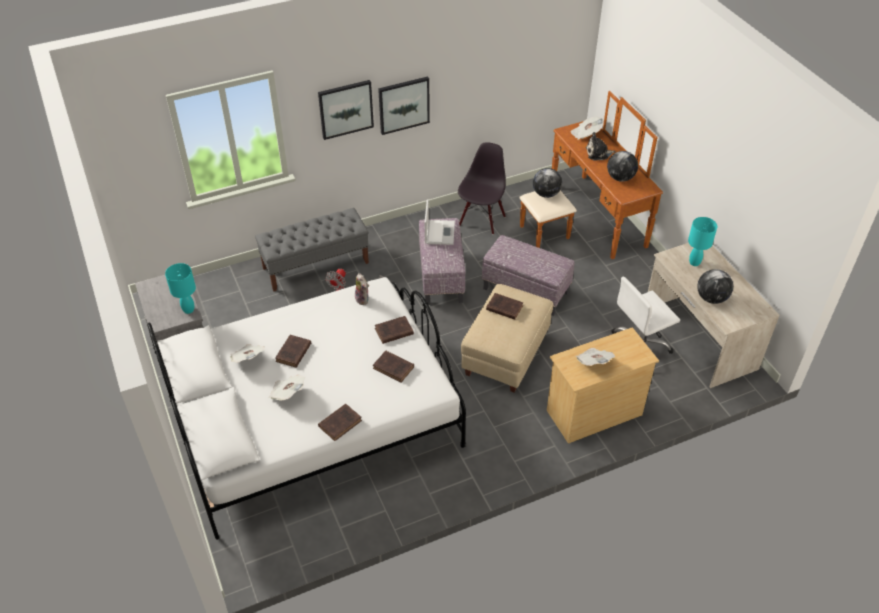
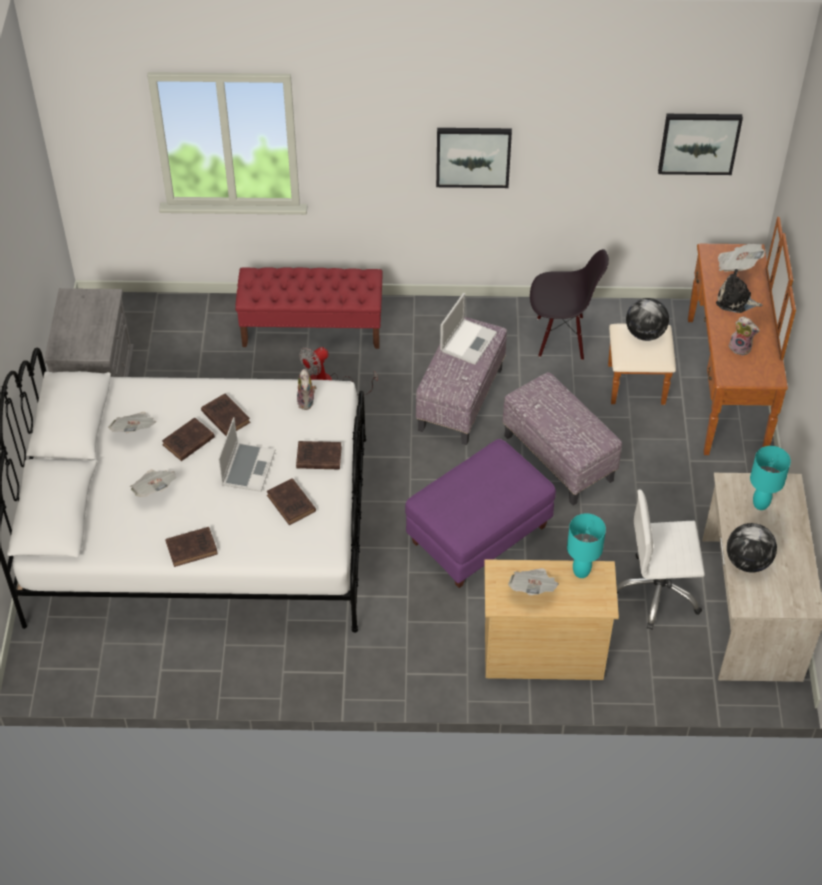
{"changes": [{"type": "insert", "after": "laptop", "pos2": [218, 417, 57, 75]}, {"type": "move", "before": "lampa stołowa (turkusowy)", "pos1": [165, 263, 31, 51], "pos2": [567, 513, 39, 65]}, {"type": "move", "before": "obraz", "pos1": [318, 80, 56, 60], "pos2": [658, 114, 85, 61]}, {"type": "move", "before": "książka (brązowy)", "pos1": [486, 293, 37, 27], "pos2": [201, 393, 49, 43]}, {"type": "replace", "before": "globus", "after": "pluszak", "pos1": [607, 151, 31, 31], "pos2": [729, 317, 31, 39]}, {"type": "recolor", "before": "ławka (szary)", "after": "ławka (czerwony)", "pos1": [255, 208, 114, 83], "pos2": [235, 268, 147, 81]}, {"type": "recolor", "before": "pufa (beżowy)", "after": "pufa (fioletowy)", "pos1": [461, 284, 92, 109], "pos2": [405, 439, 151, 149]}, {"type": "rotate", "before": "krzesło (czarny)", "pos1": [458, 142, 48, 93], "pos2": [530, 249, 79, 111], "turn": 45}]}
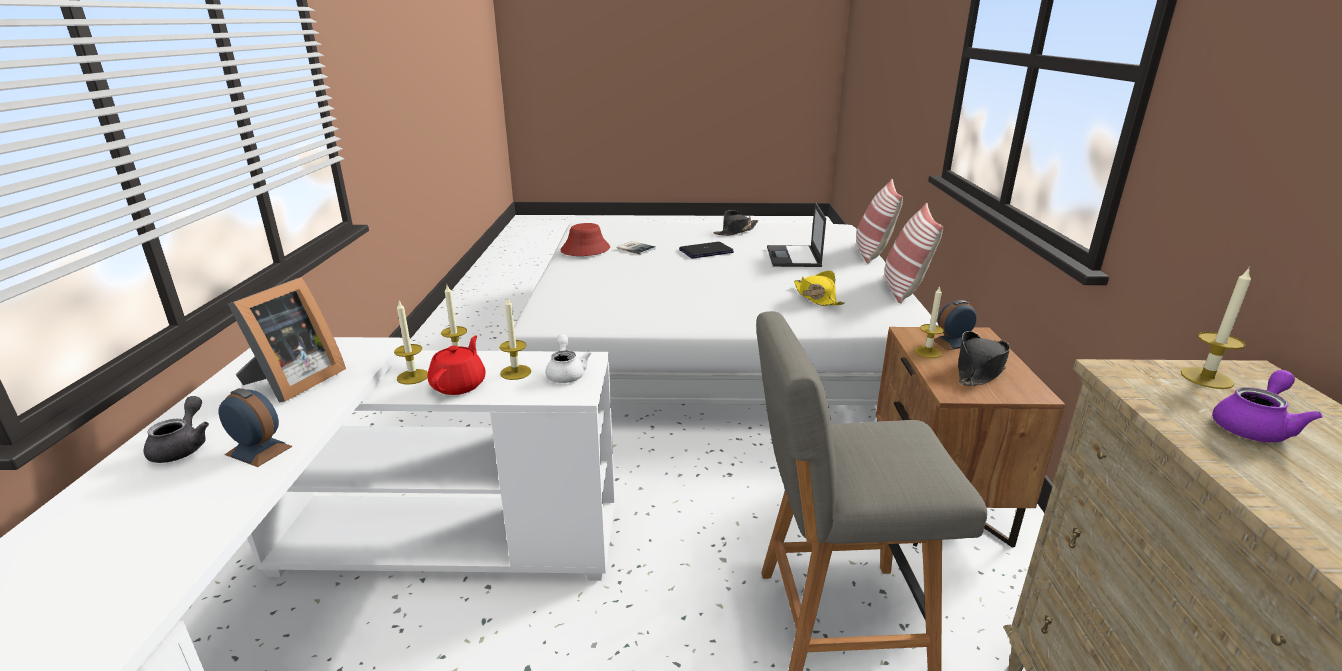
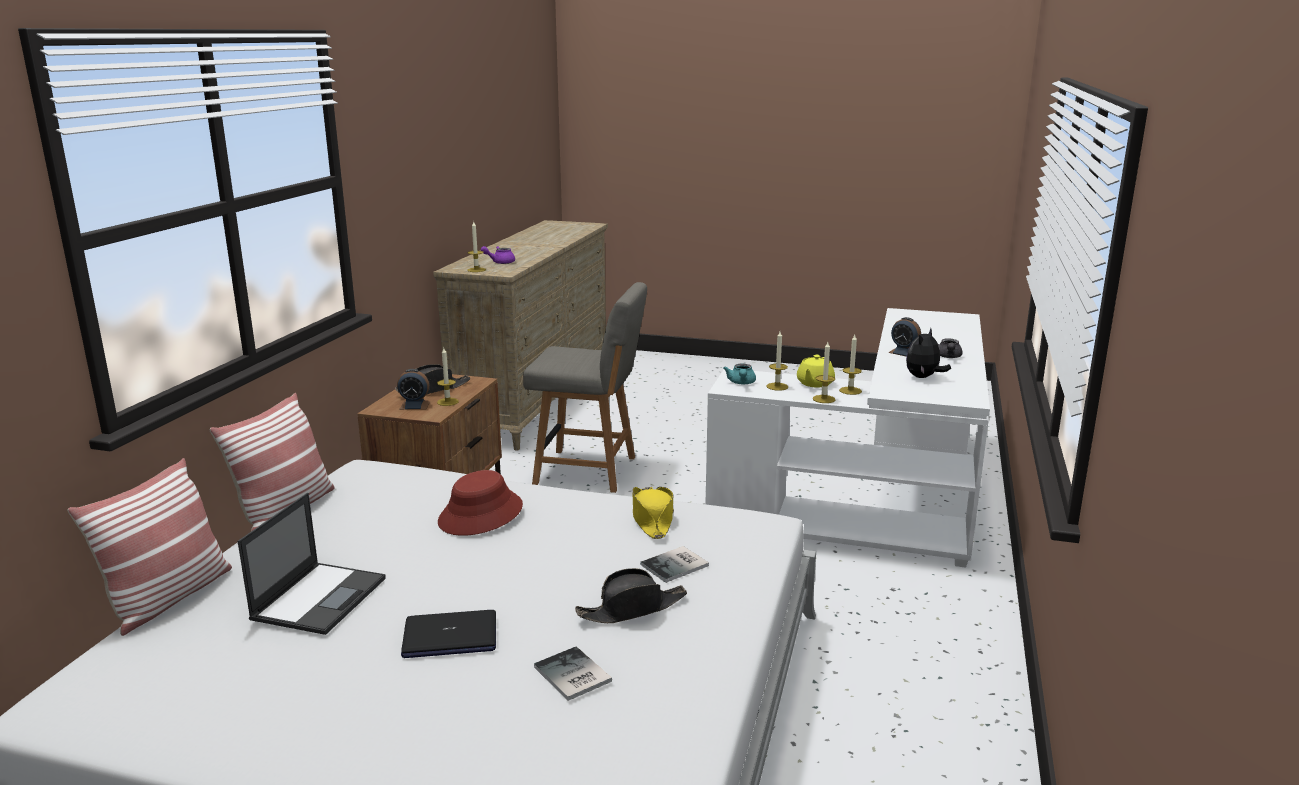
{"changes": [{"type": "insert", "after": "książka", "pos2": [640, 546, 69, 37]}, {"type": "move", "before": "kapelusz (czerwony)", "pos1": [561, 223, 49, 33], "pos2": [438, 470, 85, 66]}, {"type": "move", "before": "kapelusz (czarny)", "pos1": [714, 210, 45, 26], "pos2": [575, 568, 112, 55]}, {"type": "move", "before": "kapelusz (żółty)", "pos1": [794, 271, 51, 35], "pos2": [632, 487, 42, 52]}, {"type": "replace", "before": "ramka na zdjęcie", "after": "pluszak", "pos1": [228, 277, 118, 125], "pos2": [906, 328, 45, 50]}, {"type": "recolor", "before": "imbryk (czerwony)", "after": "imbryk (żółty)", "pos1": [427, 336, 59, 59], "pos2": [797, 355, 38, 32]}, {"type": "recolor", "before": "imbryk (biały)", "after": "imbryk (turkusowy)", "pos1": [545, 334, 47, 49], "pos2": [723, 364, 33, 20]}]}
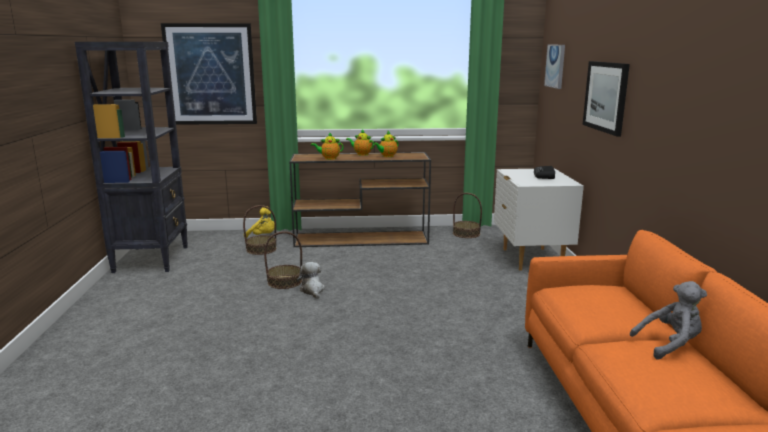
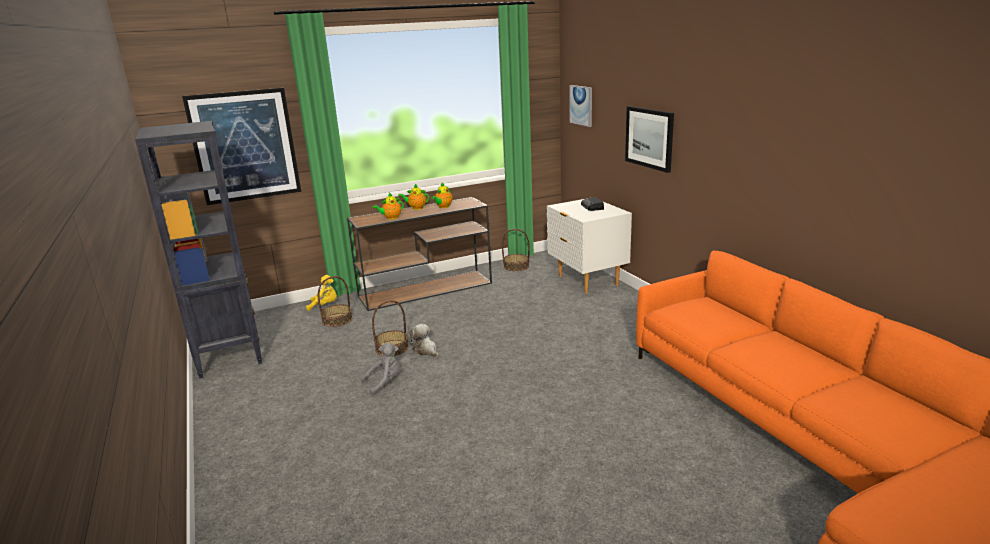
{"changes": [{"type": "move", "before": "pluszak (szary)", "pos1": [630, 281, 77, 79], "pos2": [361, 343, 40, 52]}]}
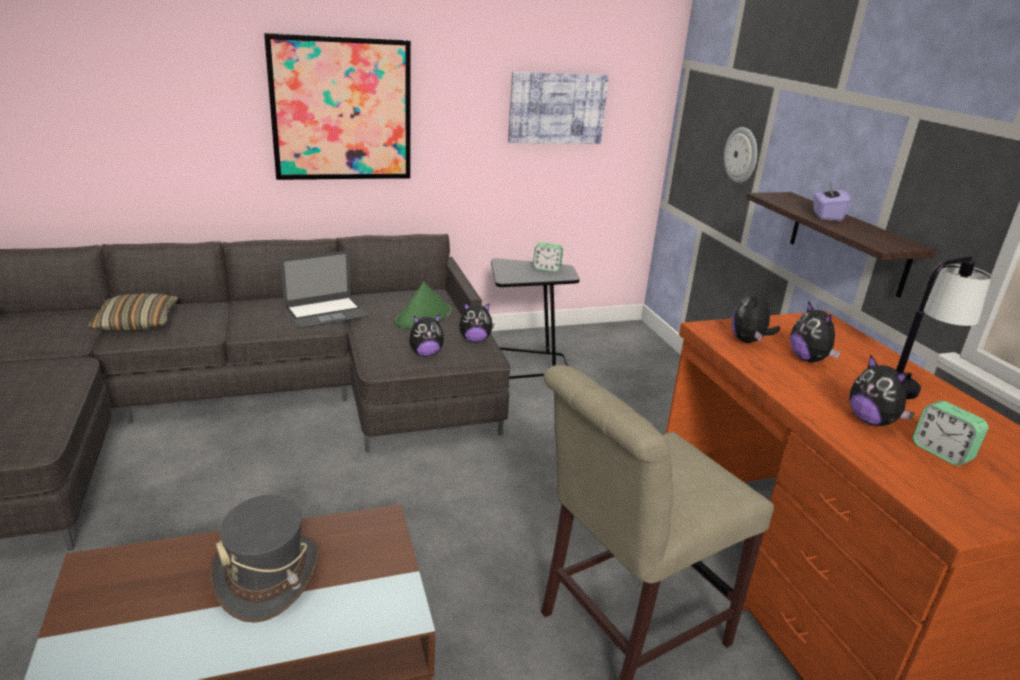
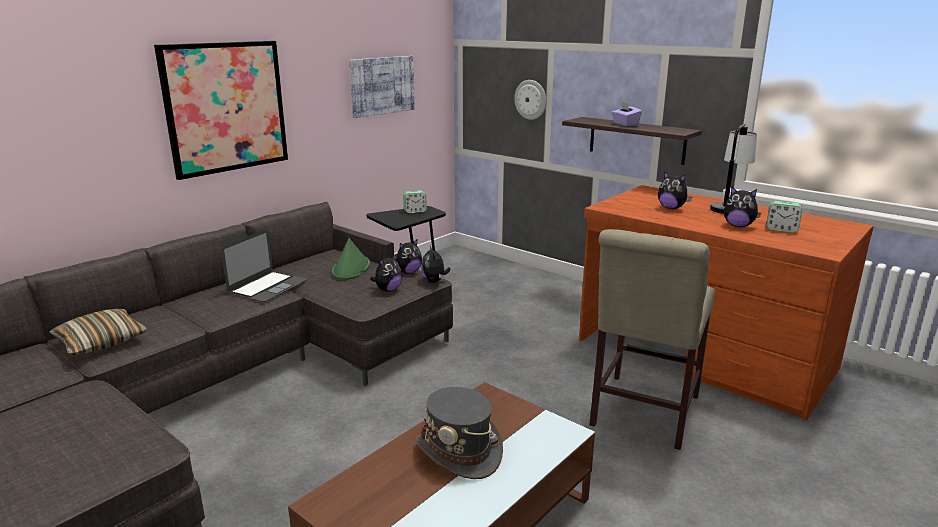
{"changes": [{"type": "move", "before": "pluszak", "pos1": [731, 285, 49, 58], "pos2": [421, 246, 29, 37]}]}
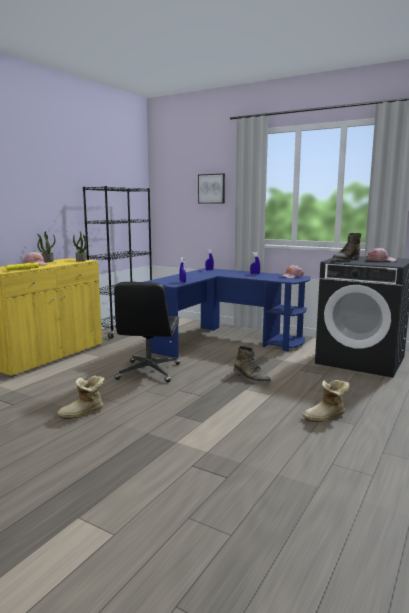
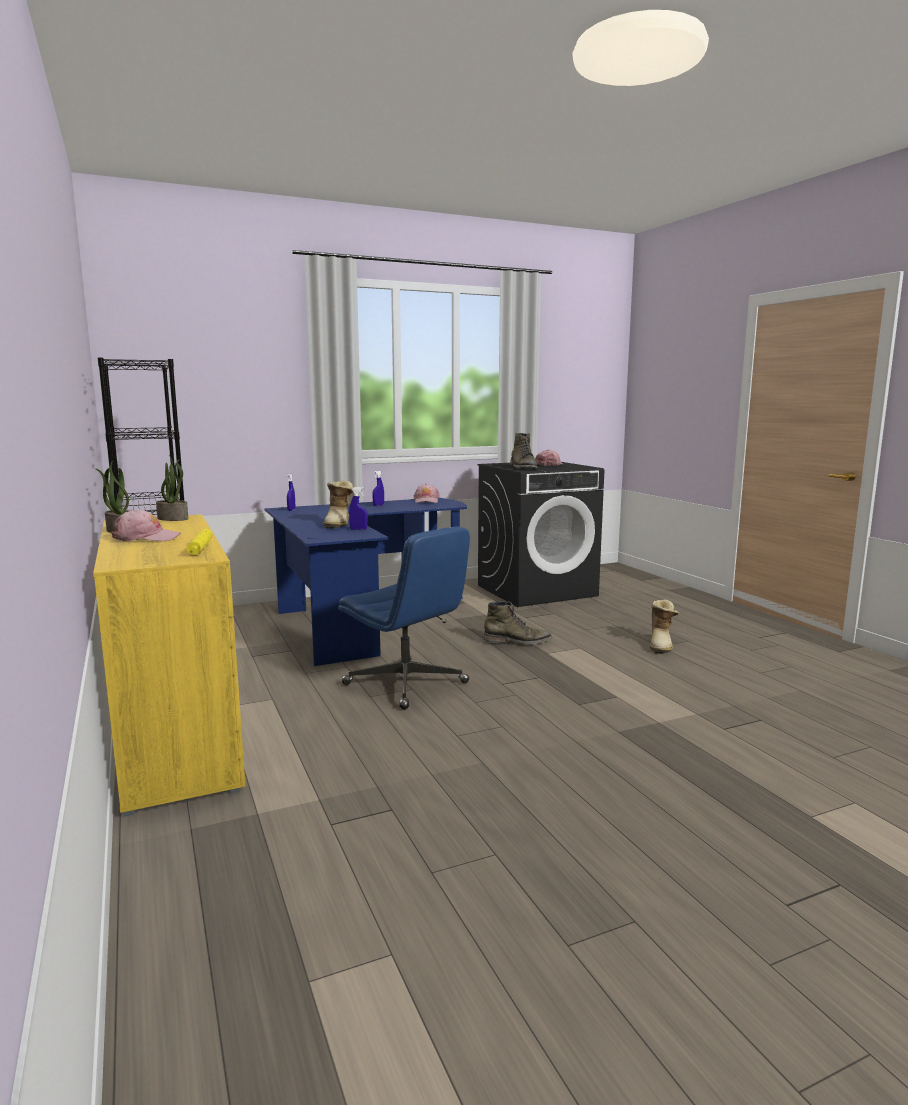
{"changes": [{"type": "delete", "before": "obraz", "pos1": [198, 174, 27, 30]}, {"type": "move", "before": "but z cholewką", "pos1": [57, 376, 48, 43], "pos2": [323, 481, 30, 48]}, {"type": "recolor", "before": "krzesło biurowe (czarny)", "after": "krzesło biurowe (niebieski)", "pos1": [114, 282, 66, 100], "pos2": [338, 526, 132, 184]}]}
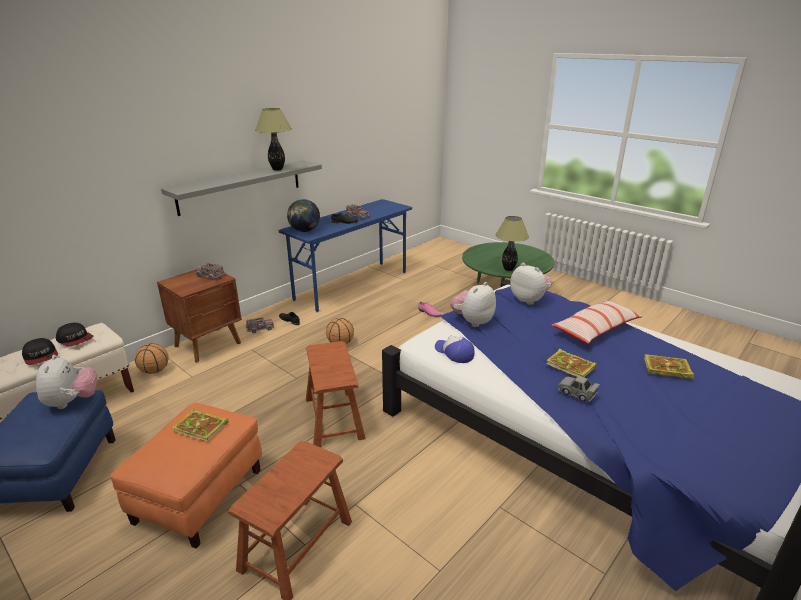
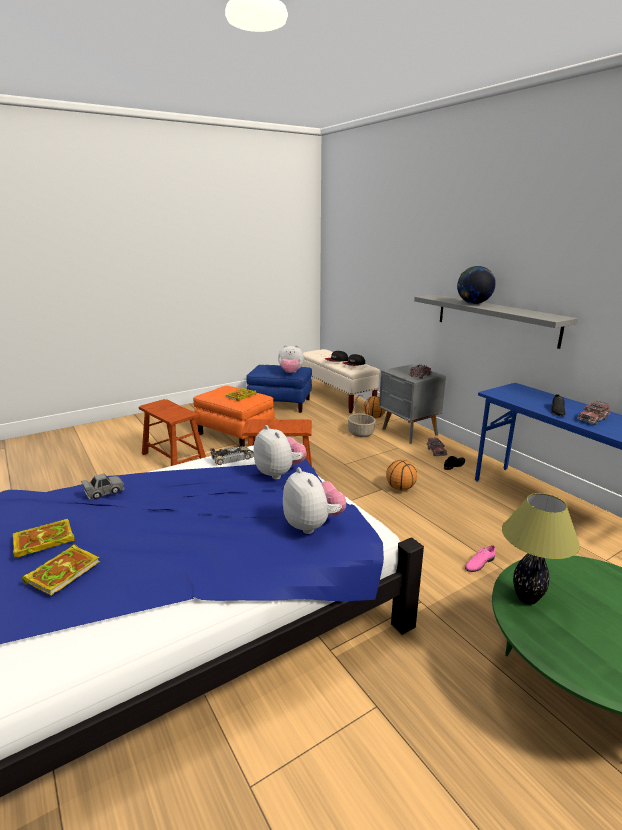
{"changes": [{"type": "delete", "before": "lampa stołowa", "pos1": [255, 108, 37, 63]}, {"type": "delete", "before": "poduszka", "pos1": [551, 300, 92, 44]}, {"type": "insert", "after": "koszyk", "pos2": [348, 395, 28, 42]}, {"type": "move", "before": "globus", "pos1": [287, 199, 33, 33], "pos2": [457, 266, 39, 38]}, {"type": "move", "before": "książka", "pos1": [546, 349, 51, 28], "pos2": [13, 519, 62, 39]}, {"type": "replace", "before": "czapka z daszkiem", "after": "samochodzik", "pos1": [435, 335, 40, 28], "pos2": [210, 446, 44, 19]}, {"type": "recolor", "before": "szafka nocna (brązowy)", "after": "szafka nocna (szary)", "pos1": [157, 270, 85, 93], "pos2": [379, 364, 67, 80]}, {"type": "rotate", "before": "pluszak", "pos1": [510, 263, 42, 42], "pos2": [283, 467, 63, 67], "turn": -90}]}
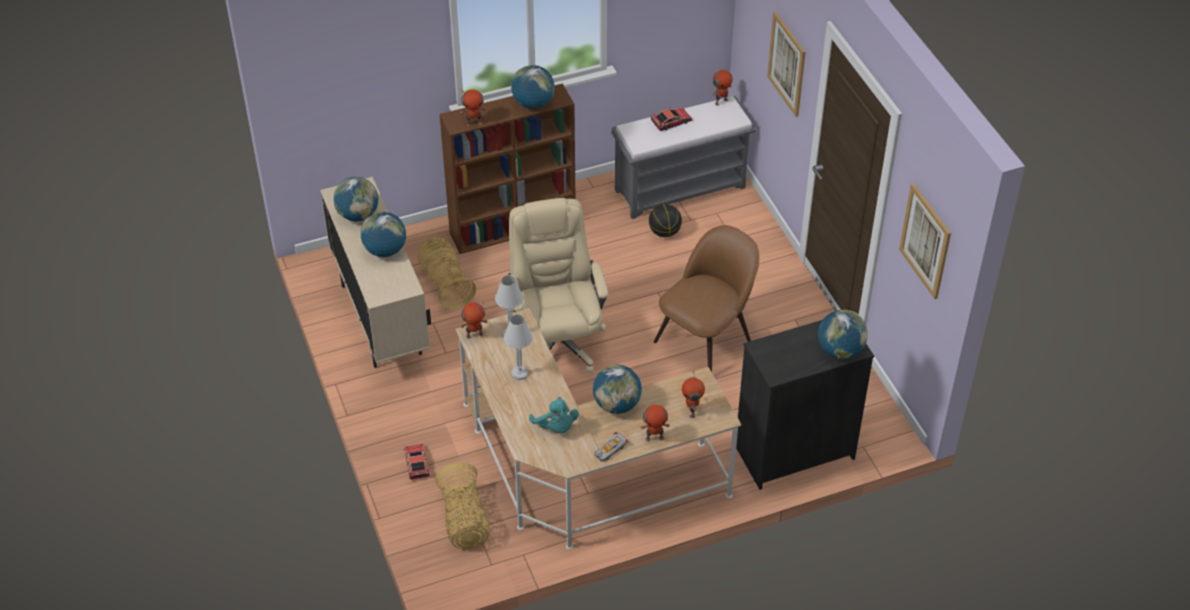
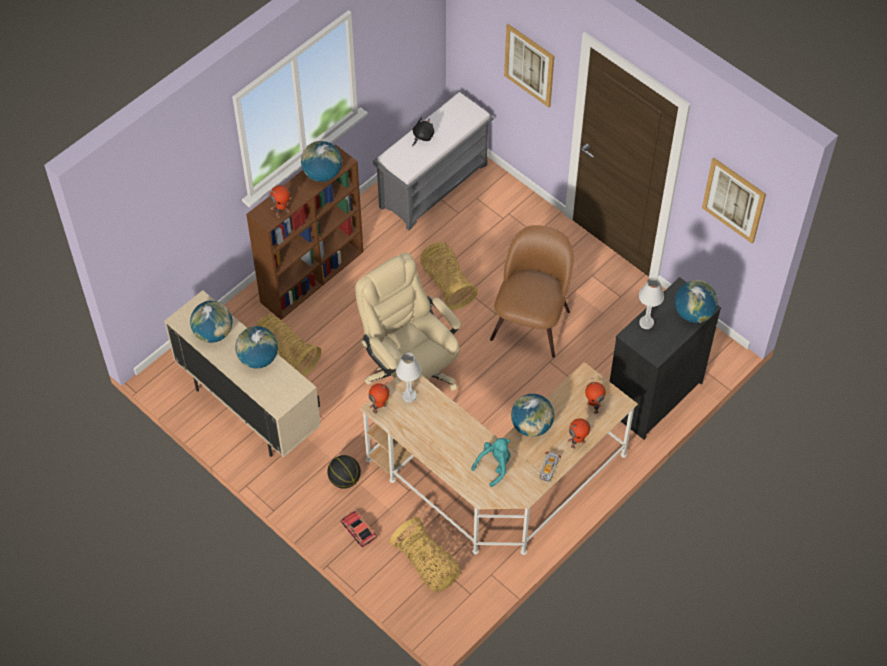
{"changes": [{"type": "delete", "before": "robot zabawkowy", "pos1": [712, 70, 21, 36]}, {"type": "insert", "after": "koszyk", "pos2": [420, 242, 58, 68]}, {"type": "move", "before": "lampa stołowa (biały)", "pos1": [504, 314, 28, 66], "pos2": [639, 277, 25, 52]}, {"type": "move", "before": "piłka do koszykówki", "pos1": [649, 204, 33, 33], "pos2": [327, 455, 34, 34]}, {"type": "replace", "before": "samochodzik", "after": "pluszak (czarny)", "pos1": [651, 108, 42, 23], "pos2": [412, 117, 22, 30]}, {"type": "rotate", "before": "pluszak (turkusowy)", "pos1": [529, 397, 50, 36], "pos2": [471, 438, 39, 49], "turn": -75}]}
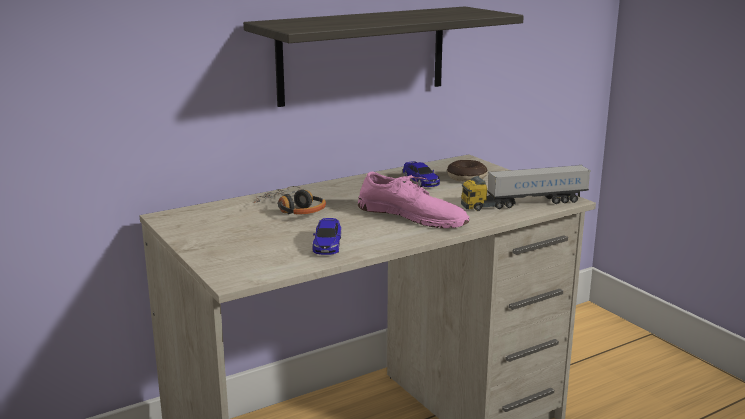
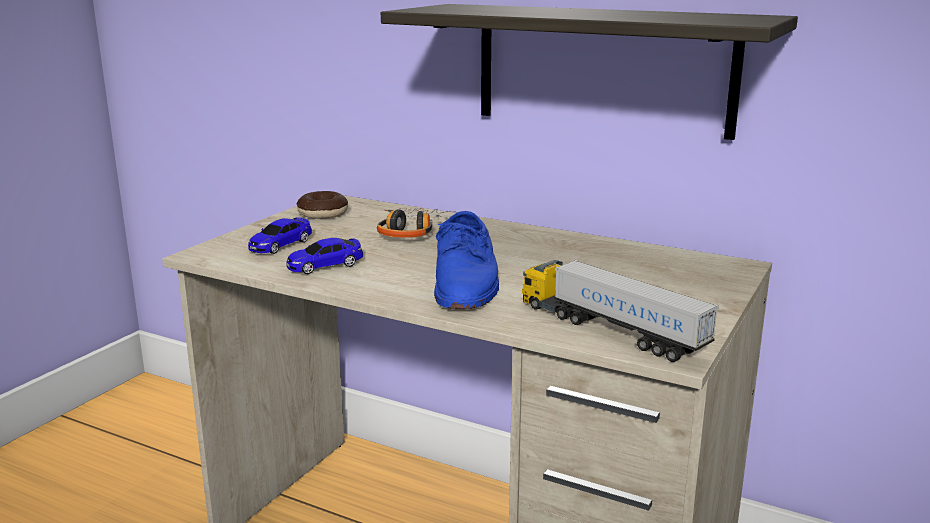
{"changes": [{"type": "move", "before": "samochodzik", "pos1": [403, 161, 37, 26], "pos2": [248, 217, 64, 37]}, {"type": "move", "before": "donut", "pos1": [447, 160, 40, 22], "pos2": [297, 191, 51, 28]}, {"type": "recolor", "before": "but (różowy)", "after": "but (niebieski)", "pos1": [358, 172, 111, 56], "pos2": [434, 211, 65, 98]}]}
